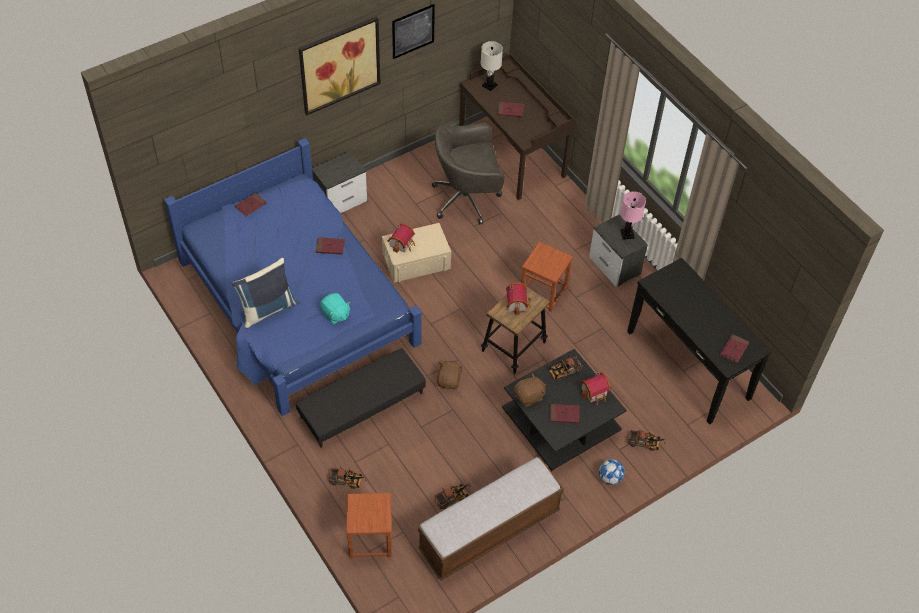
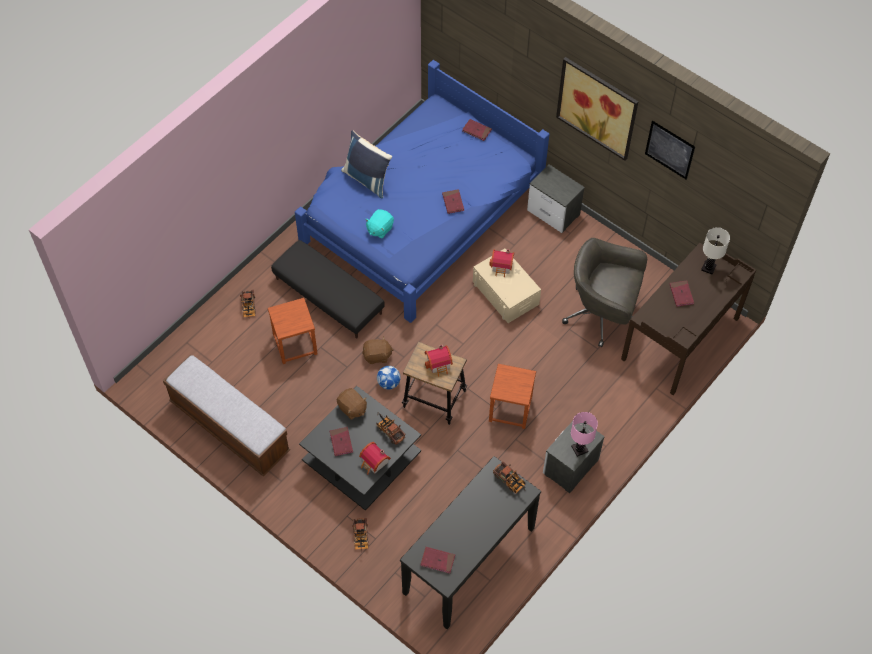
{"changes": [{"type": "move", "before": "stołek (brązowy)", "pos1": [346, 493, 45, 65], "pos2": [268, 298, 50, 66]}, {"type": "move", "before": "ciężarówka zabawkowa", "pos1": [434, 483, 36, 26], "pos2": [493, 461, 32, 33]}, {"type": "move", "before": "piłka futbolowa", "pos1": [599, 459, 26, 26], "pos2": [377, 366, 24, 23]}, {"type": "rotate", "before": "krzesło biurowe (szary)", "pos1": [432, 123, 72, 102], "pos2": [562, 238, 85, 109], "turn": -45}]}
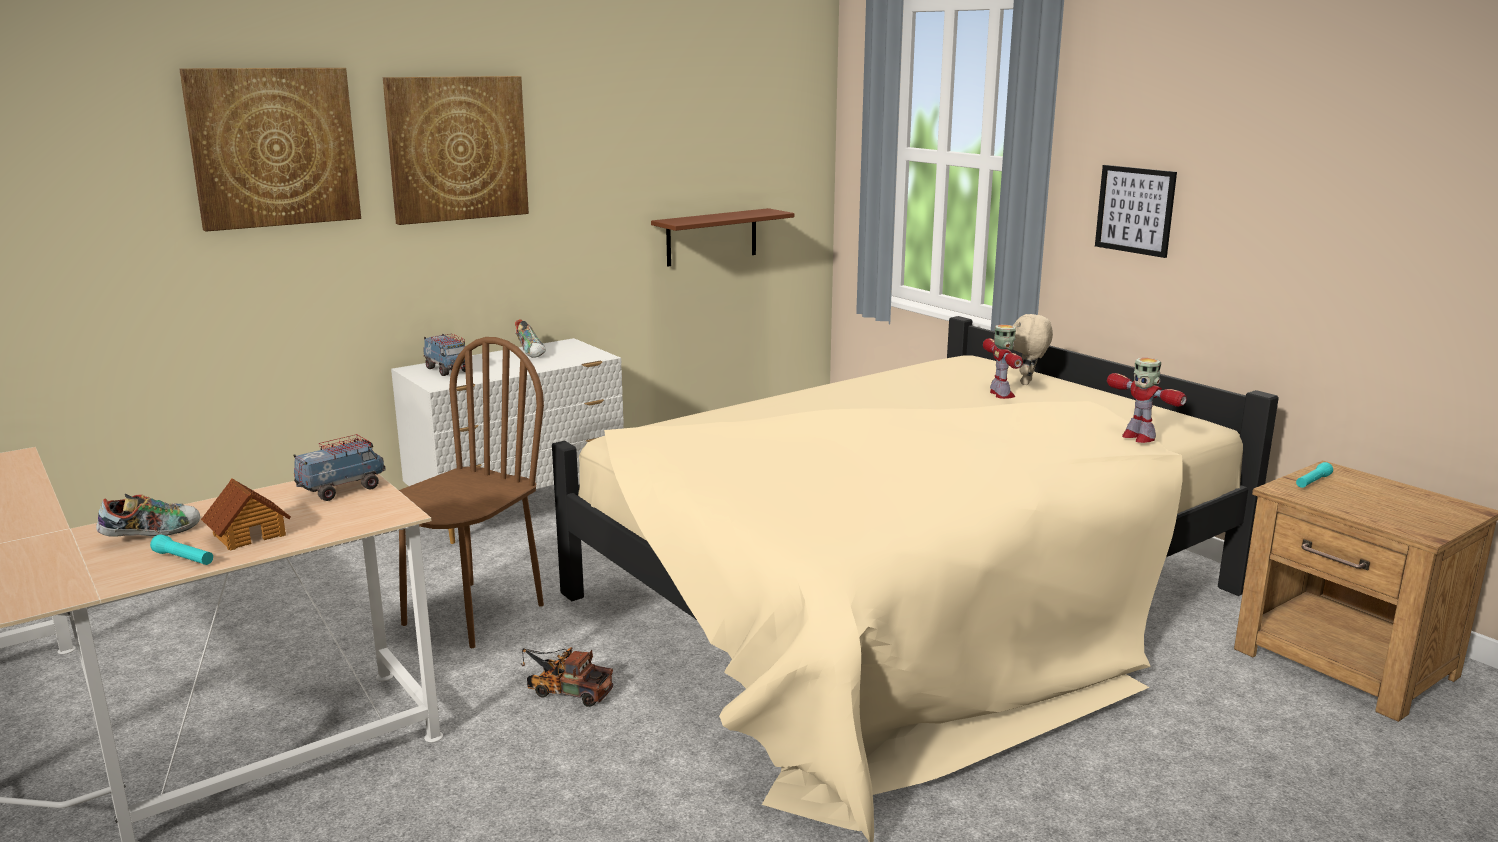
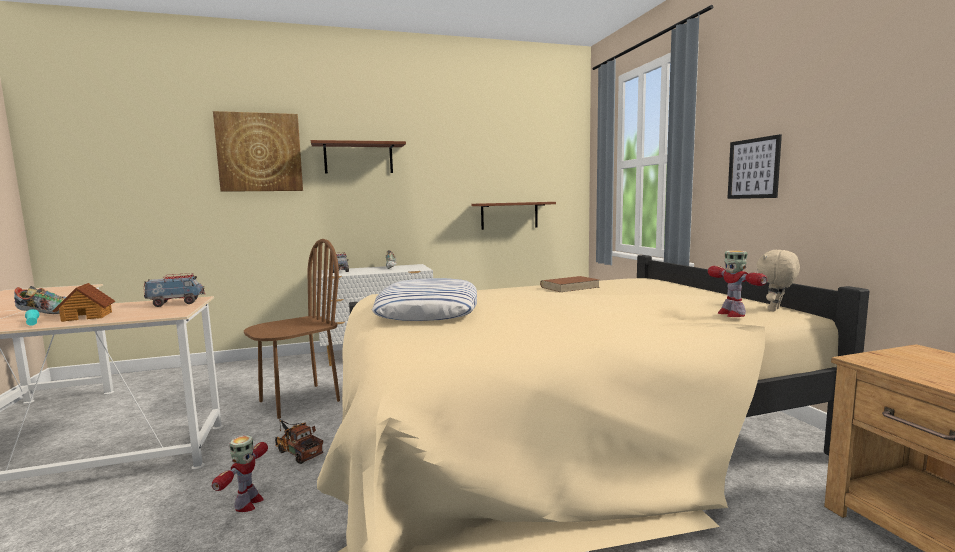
{"changes": [{"type": "delete", "before": "latarka (turkusowy)", "pos1": [1296, 462, 37, 26]}, {"type": "insert", "after": "poduszka", "pos2": [372, 278, 105, 43]}, {"type": "insert", "after": "książka (brązowy)", "pos2": [540, 276, 59, 16]}, {"type": "move", "before": "robot zabawkowy", "pos1": [983, 325, 40, 74], "pos2": [212, 435, 56, 77]}, {"type": "move", "before": "pluszak (beżowy)", "pos1": [1013, 314, 40, 71], "pos2": [756, 250, 44, 61]}, {"type": "replace", "before": "obraz", "after": "półka (brązowy)", "pos1": [383, 76, 146, 149], "pos2": [311, 140, 95, 33]}]}
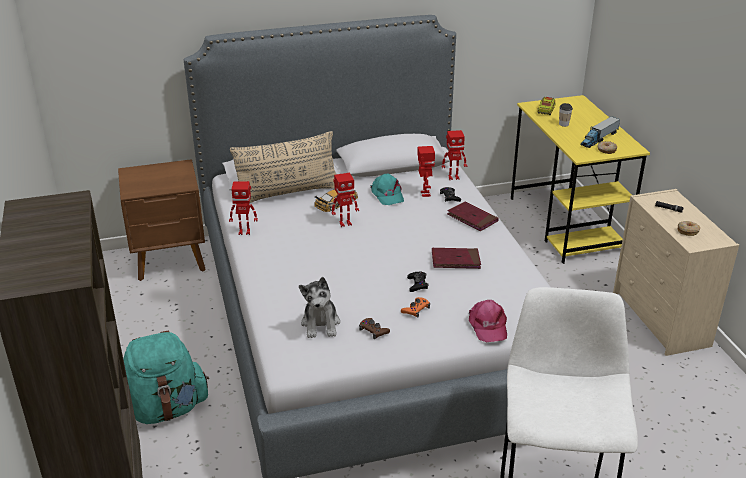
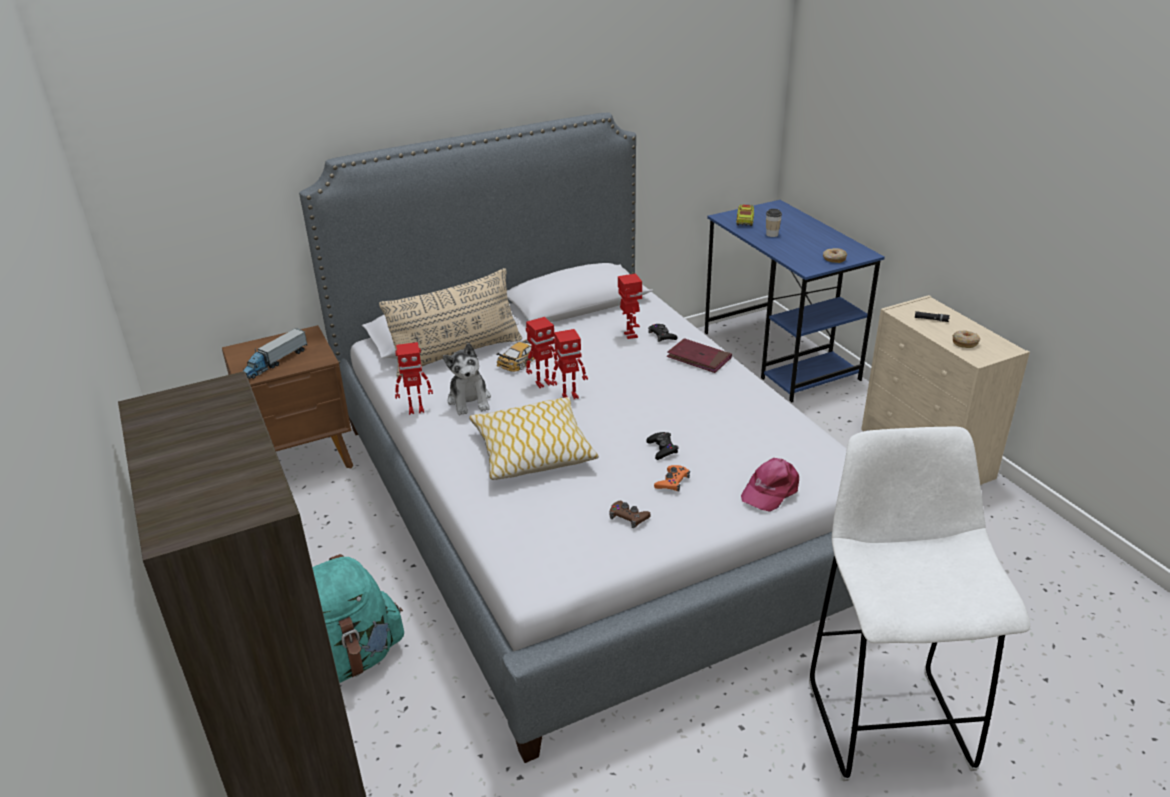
{"changes": [{"type": "delete", "before": "czapka z daszkiem (turkusowy)", "pos1": [371, 174, 33, 31]}, {"type": "delete", "before": "książka (czerwony)", "pos1": [432, 248, 49, 21]}, {"type": "insert", "after": "poduszka", "pos2": [469, 397, 130, 83]}, {"type": "move", "before": "pluszak", "pos1": [299, 277, 41, 61], "pos2": [443, 343, 48, 72]}, {"type": "move", "before": "robot zabawkowy", "pos1": [442, 130, 25, 50], "pos2": [551, 329, 37, 70]}, {"type": "move", "before": "ciężarówka zabawkowa", "pos1": [580, 116, 40, 32], "pos2": [243, 328, 64, 51]}, {"type": "recolor", "before": "biurko (żółty)", "after": "biurko (niebieski)", "pos1": [511, 95, 139, 169], "pos2": [704, 200, 181, 202]}, {"type": "rotate", "before": "czapka z daszkiem (różowy)", "pos1": [469, 300, 38, 42], "pos2": [741, 458, 58, 54], "turn": 60}]}
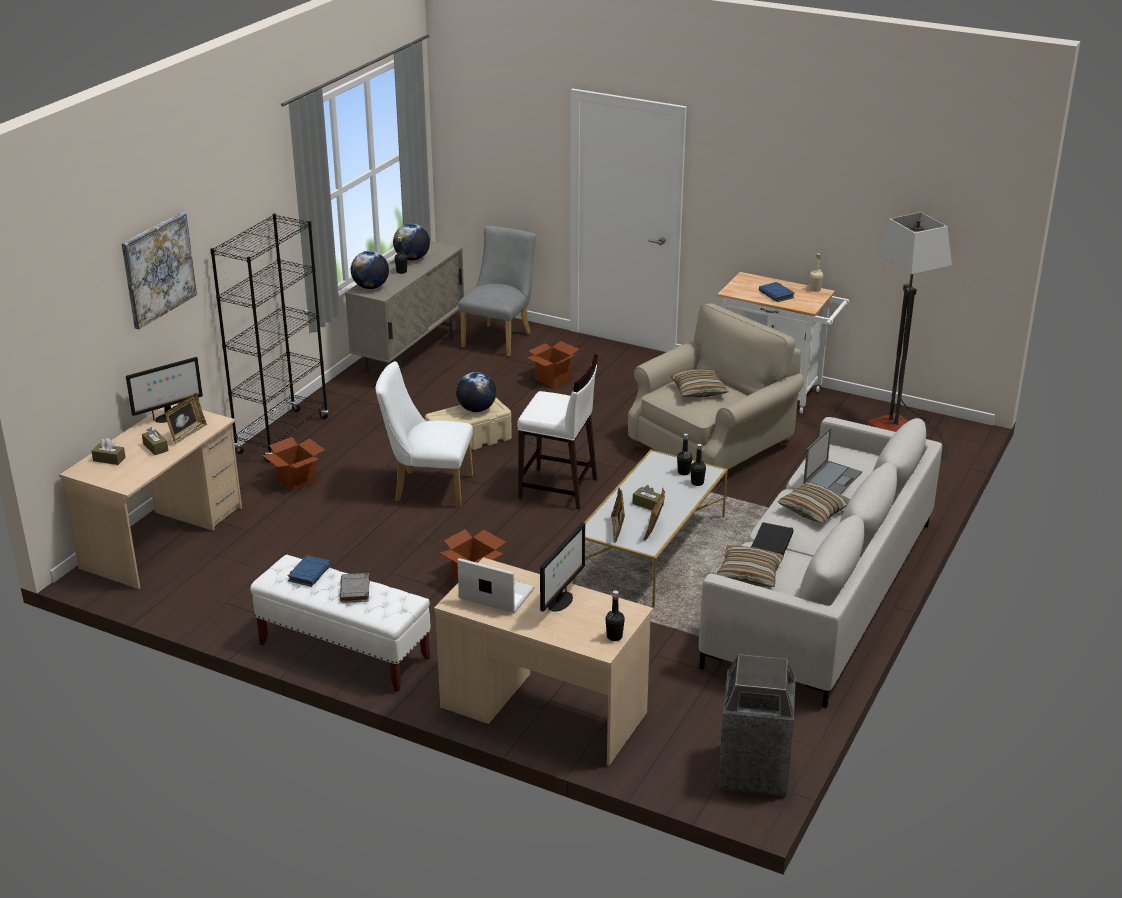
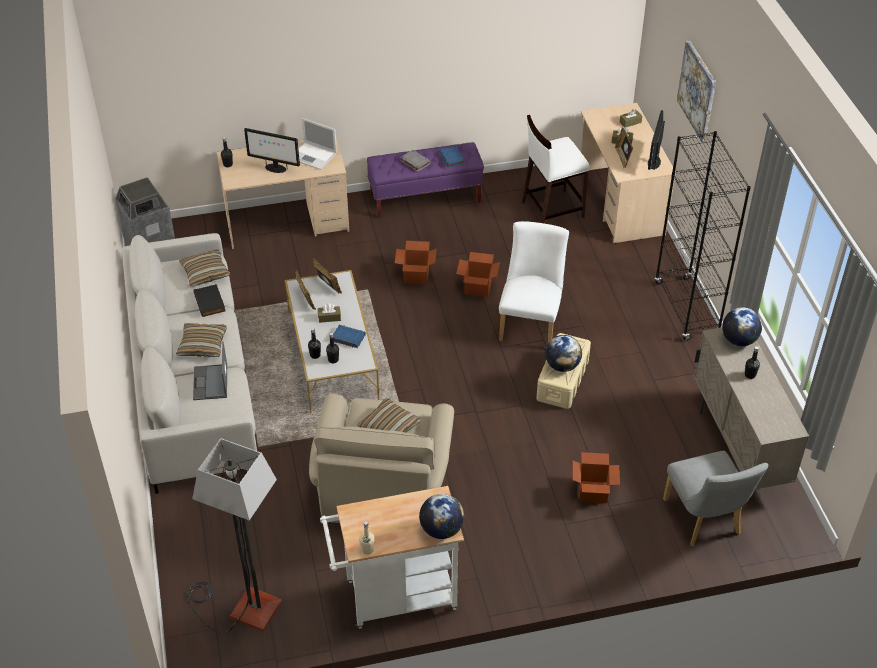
{"changes": [{"type": "move", "before": "karton", "pos1": [262, 437, 63, 54], "pos2": [456, 252, 44, 45]}, {"type": "move", "before": "globus", "pos1": [393, 224, 37, 37], "pos2": [419, 494, 45, 45]}, {"type": "move", "before": "stołek (biały)", "pos1": [517, 354, 81, 156], "pos2": [522, 115, 67, 108]}, {"type": "move", "before": "książka (niebieski)", "pos1": [759, 282, 36, 20], "pos2": [333, 325, 33, 23]}, {"type": "recolor", "before": "ławka (biały)", "after": "ławka (fioletowy)", "pos1": [250, 555, 181, 137], "pos2": [367, 142, 117, 75]}, {"type": "rotate", "before": "krzesło (biały)", "pos1": [376, 361, 97, 147], "pos2": [499, 221, 70, 122], "turn": -45}, {"type": "rotate", "before": "laptop", "pos1": [457, 558, 78, 55], "pos2": [298, 118, 39, 52], "turn": 45}, {"type": "rotate", "before": "monitor", "pos1": [540, 522, 45, 90], "pos2": [244, 128, 56, 45], "turn": -60}]}
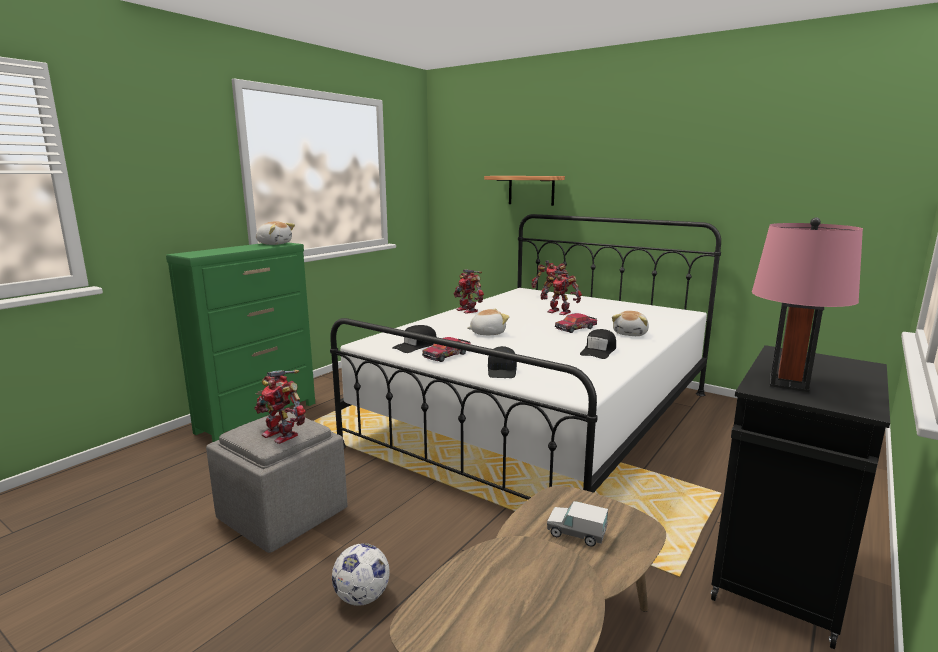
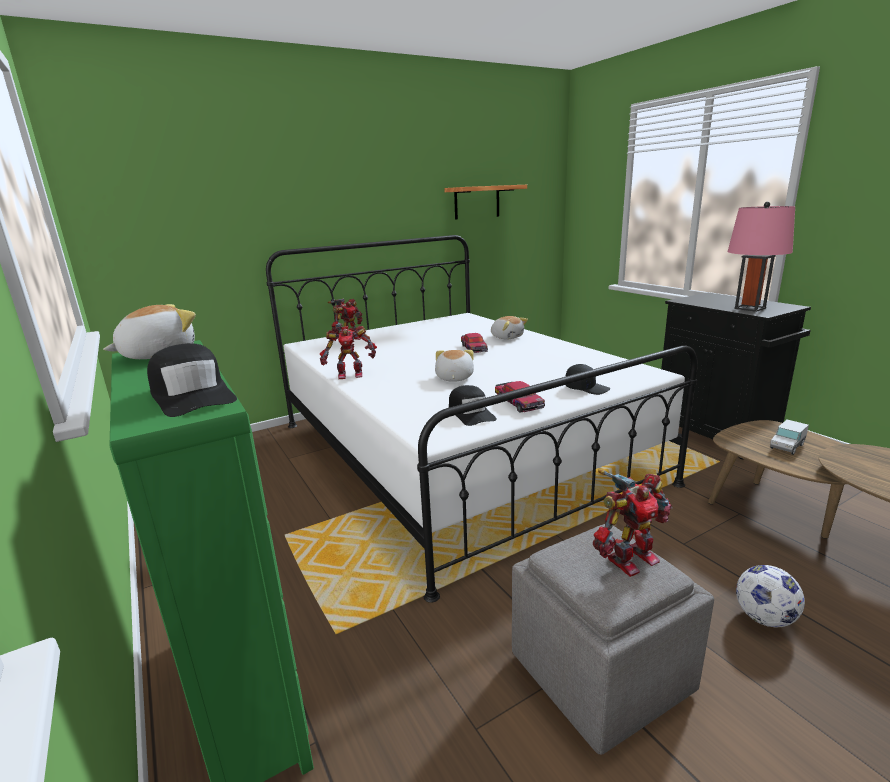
{"changes": [{"type": "delete", "before": "robot zabawkowy", "pos1": [541, 271, 41, 44]}, {"type": "move", "before": "półka", "pos1": [484, 176, 81, 30], "pos2": [444, 185, 83, 35]}, {"type": "move", "before": "czapka z daszkiem (czarny)", "pos1": [580, 329, 36, 30], "pos2": [147, 343, 90, 74]}]}
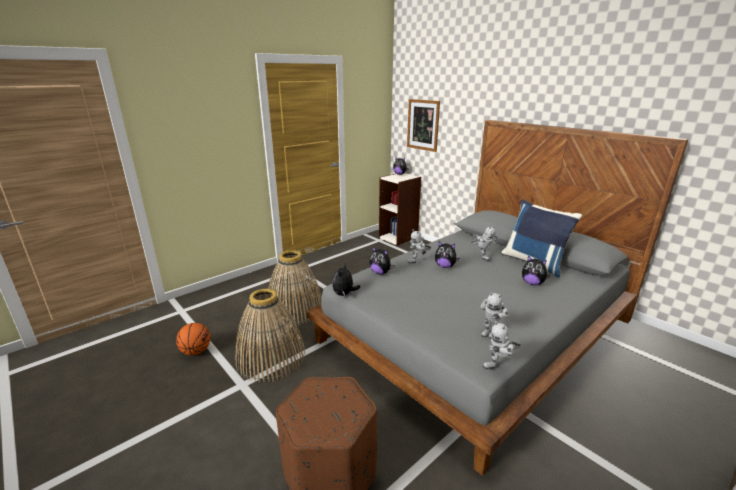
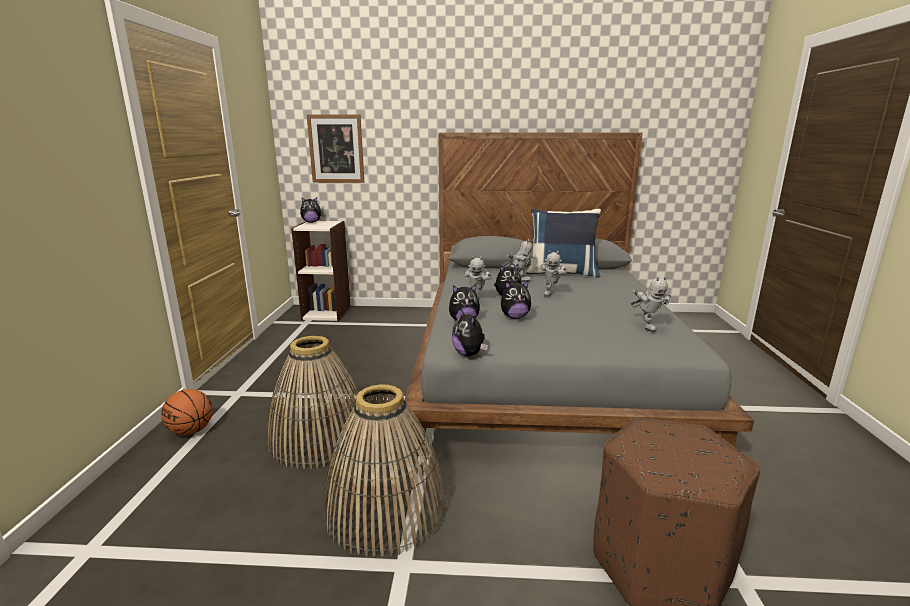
{"changes": [{"type": "move", "before": "piłka do koszykówki", "pos1": [176, 323, 35, 32], "pos2": [161, 389, 52, 46]}, {"type": "move", "before": "robot zabawkowy", "pos1": [483, 321, 38, 48], "pos2": [541, 251, 26, 46]}, {"type": "move", "before": "pluszak", "pos1": [522, 256, 28, 29], "pos2": [501, 281, 30, 38]}]}
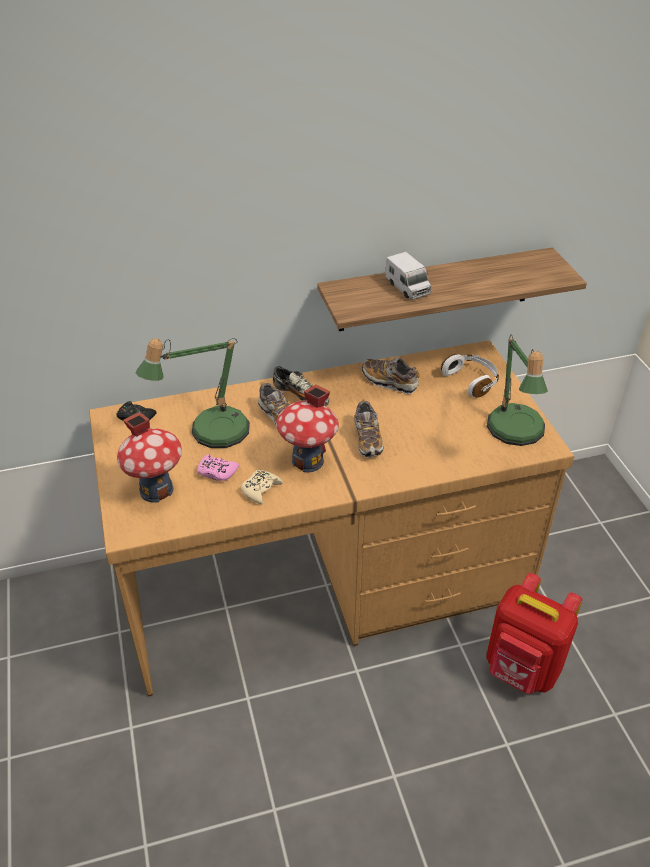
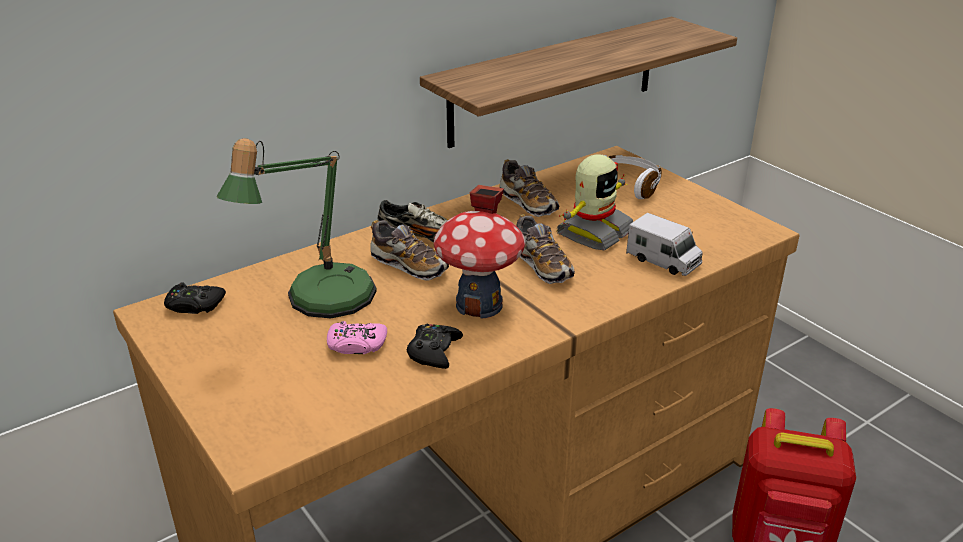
{"changes": [{"type": "delete", "before": "domek", "pos1": [117, 412, 65, 91]}, {"type": "delete", "before": "lampa stołowa", "pos1": [487, 335, 61, 111]}, {"type": "insert", "after": "robot zabawkowy", "pos2": [557, 154, 76, 96]}, {"type": "move", "before": "ciężarówka zabawkowa", "pos1": [385, 252, 46, 48], "pos2": [626, 213, 77, 63]}, {"type": "recolor", "before": "pad do gier (beżowy)", "after": "pad do gier (czarny)", "pos1": [241, 470, 42, 34], "pos2": [406, 324, 57, 45]}, {"type": "rotate", "before": "but", "pos1": [362, 357, 58, 37], "pos2": [500, 159, 59, 58], "turn": -135}]}
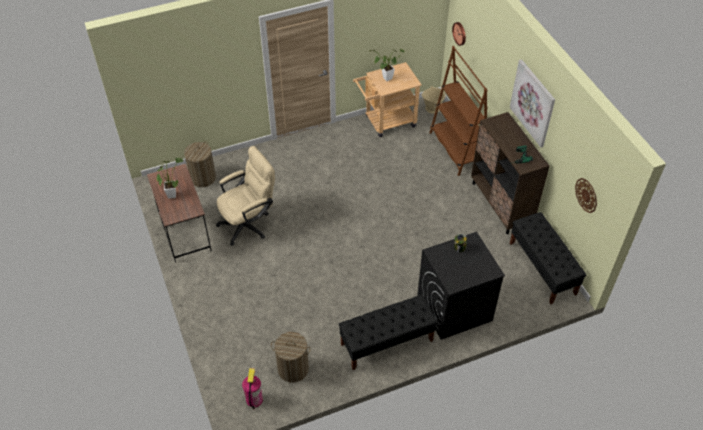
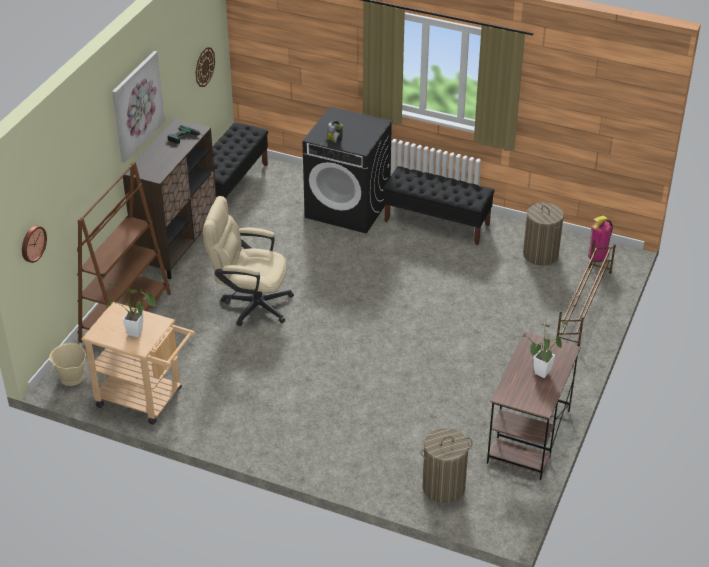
{"changes": [{"type": "insert", "after": "regał na buty (brązowy)", "pos2": [556, 239, 60, 108]}, {"type": "move", "before": "krzesło biurowe (beżowy)", "pos1": [216, 146, 59, 100], "pos2": [203, 196, 91, 130]}]}
